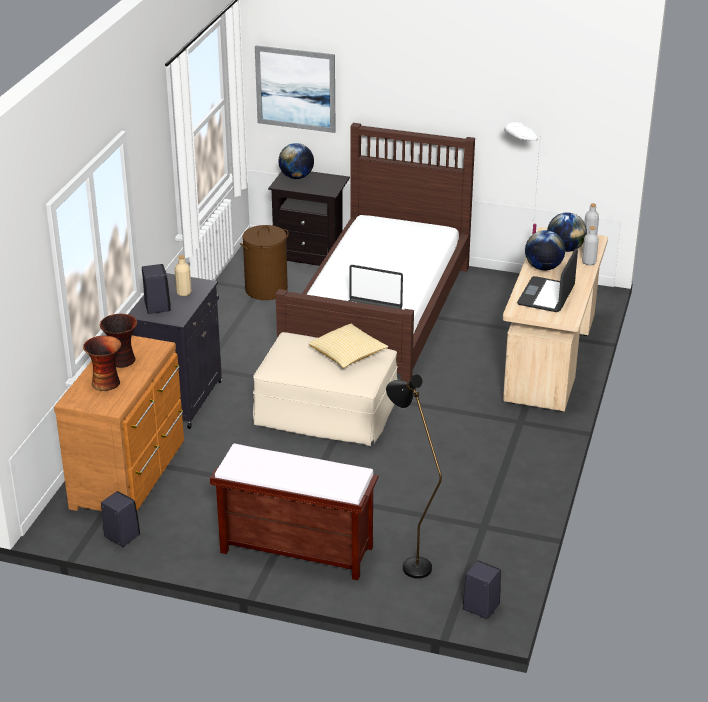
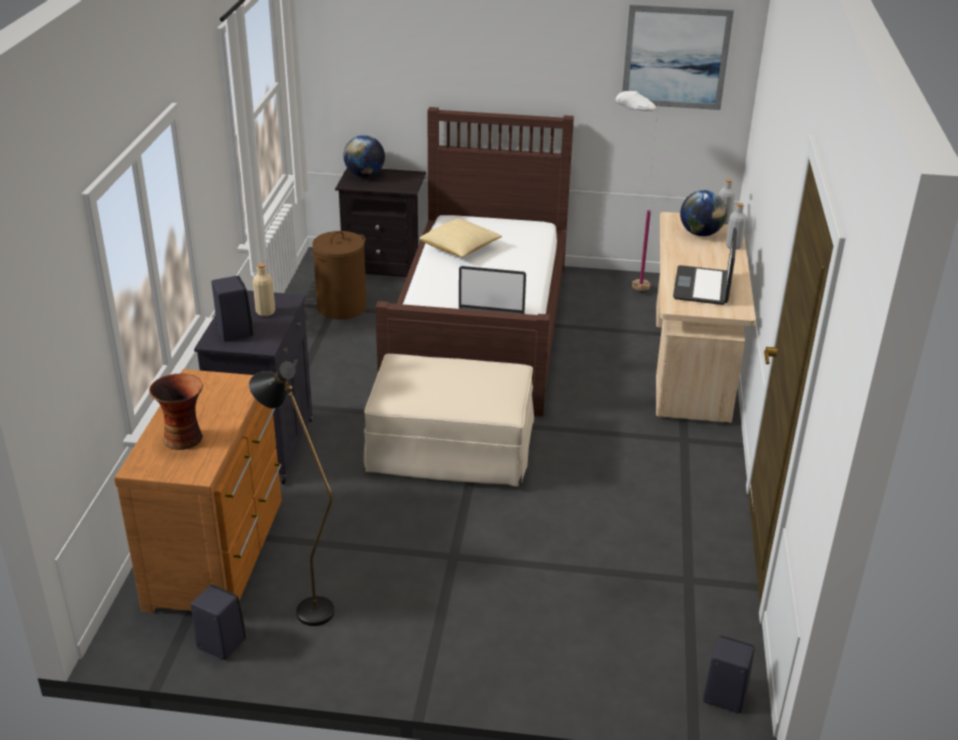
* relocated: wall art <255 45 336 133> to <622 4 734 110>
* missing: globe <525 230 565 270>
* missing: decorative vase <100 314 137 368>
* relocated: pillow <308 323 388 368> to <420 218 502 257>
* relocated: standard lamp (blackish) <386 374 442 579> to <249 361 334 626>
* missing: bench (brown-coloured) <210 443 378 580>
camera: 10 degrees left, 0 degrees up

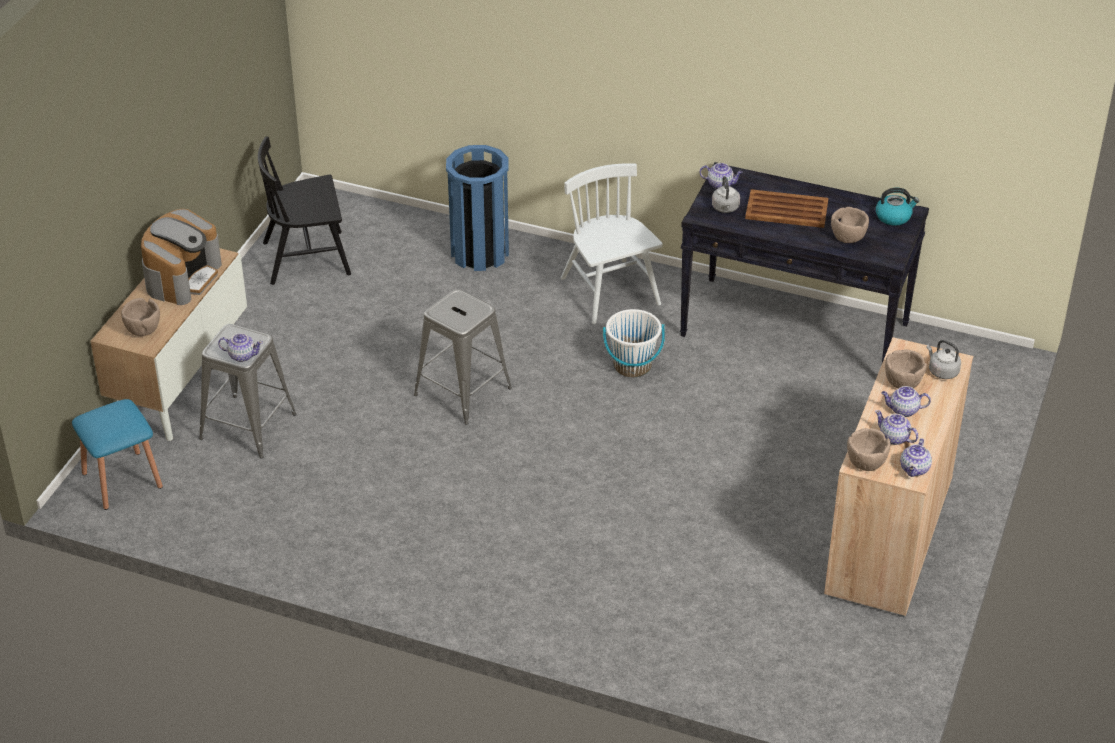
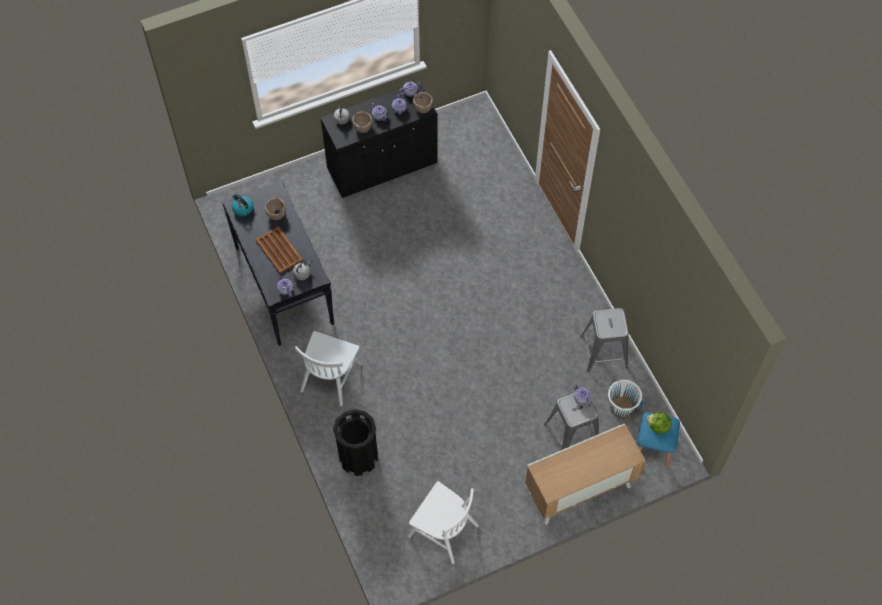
* colour: chair (blackish) <258 137 351 285> to chair (white) <408 481 479 564>
* colour: trash can (blue-coloured) <446 145 509 271> to trash can (blackish) <333 409 378 476>
* missing: coffee maker <141 209 222 305>
* relocated: stool seat (greyish) <414 289 512 425> to <580 308 629 372>
* missing: serving bowl (brown-coloured) <121 298 160 336>
* relocated: water bucket (white) <603 309 665 377> to <608 380 643 418>
* colour: storage cabinet (beige) <824 337 973 617> to storage cabinet (blackish) <321 83 437 198>
* appeared: lettuce head <647 413 672 434>
camera: 135 degrees left, 20 degrees up

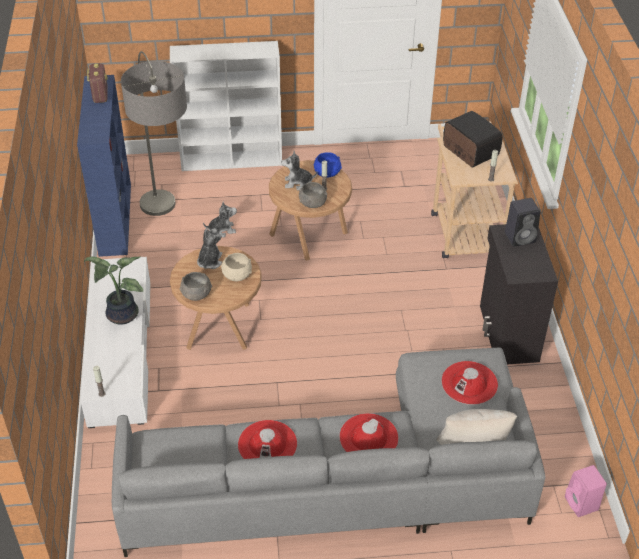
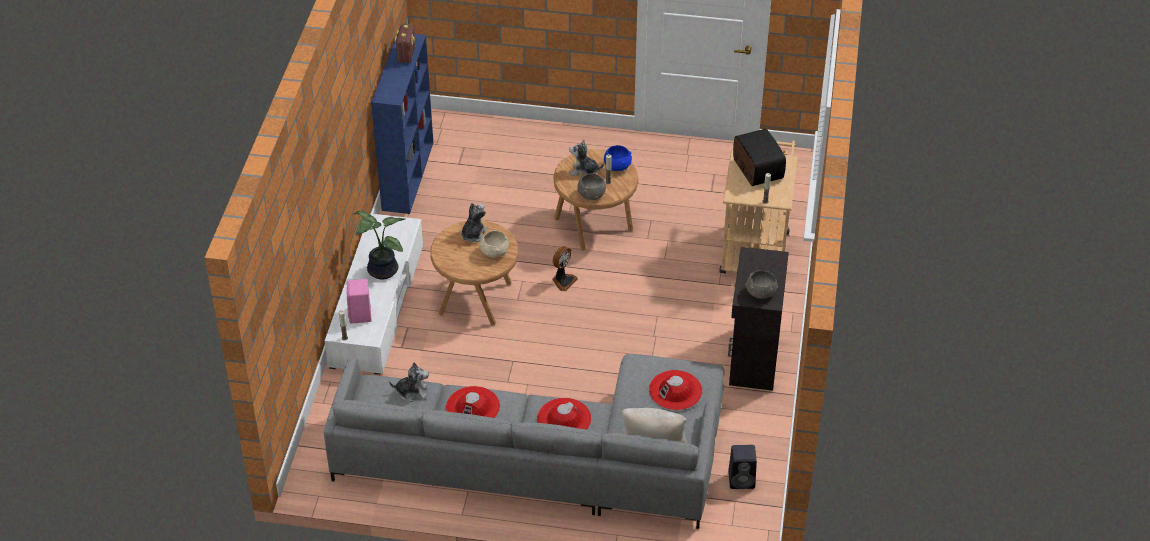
* missing: bookshelf (white) <170 41 282 171>
* missing: standard lamp <121 51 187 216>
* relocated: loudspeaker (blackish) <505 198 540 247> to <728 445 757 489>
* relocated: plush toy <203 201 237 237> to <389 362 429 402>
* relocated: serving bowl (greyish) <179 272 212 301> to <745 270 778 299>
* relocated: loudspeaker (pinkish) <565 465 607 517> to <346 279 371 324>
* appeared: electric fan <552 246 578 291>
camera: 15 degrees right, 0 degrees up

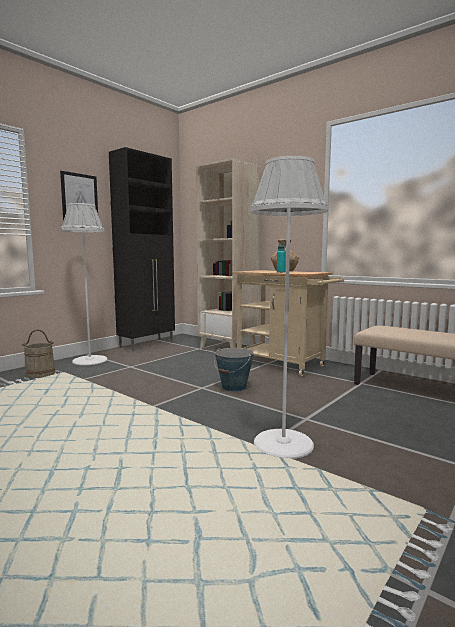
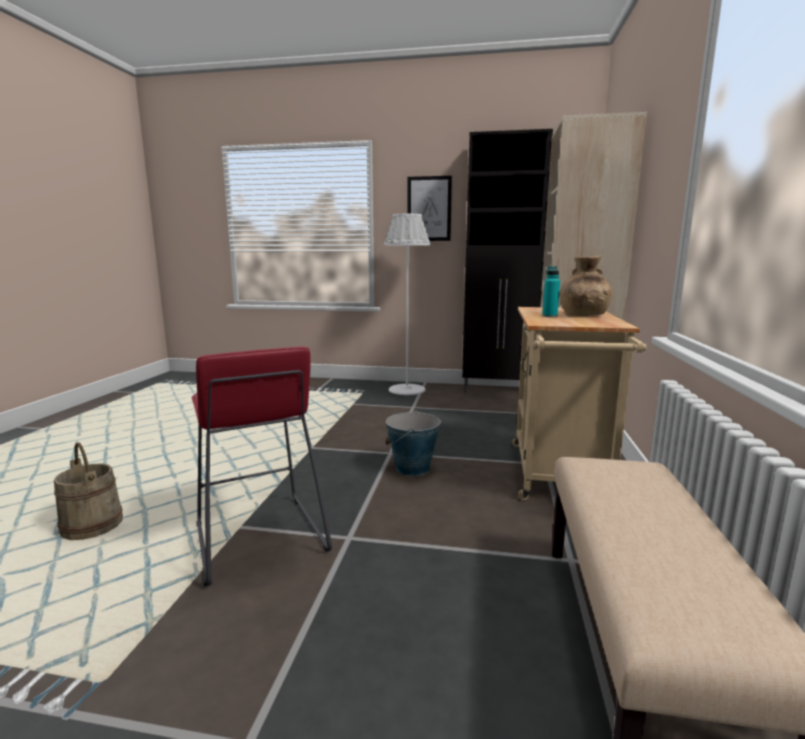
* exchanged: standard lamp (white) <250 156 328 459> to stool seat (reddish) <192 346 332 586>
* relocated: water bucket (beige) <22 329 55 378> to <54 443 123 540>
camera: 60 degrees right, 5 degrees up

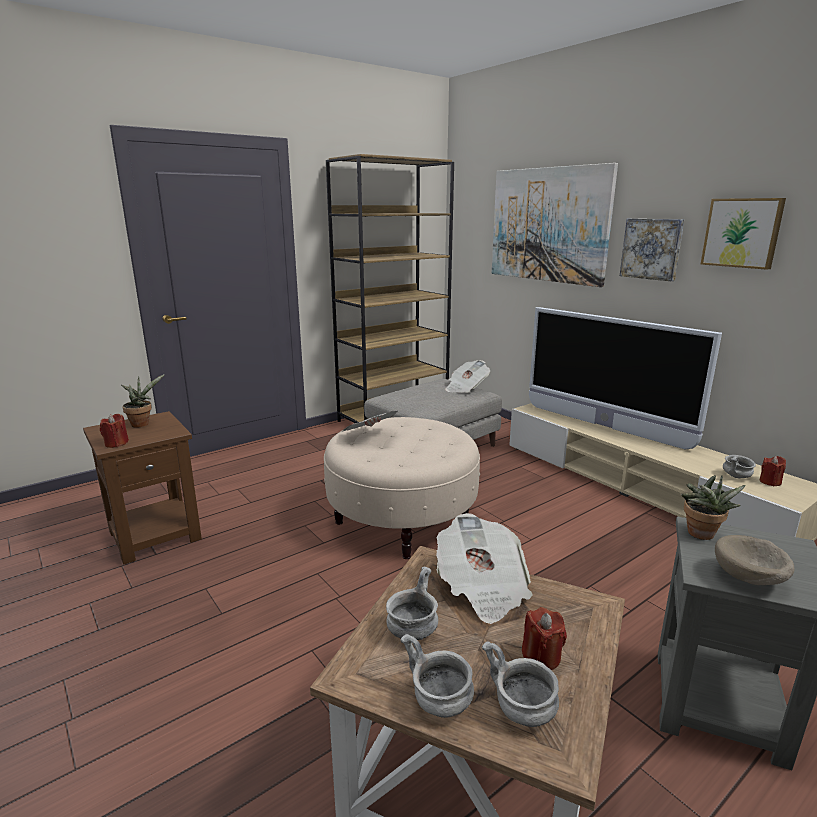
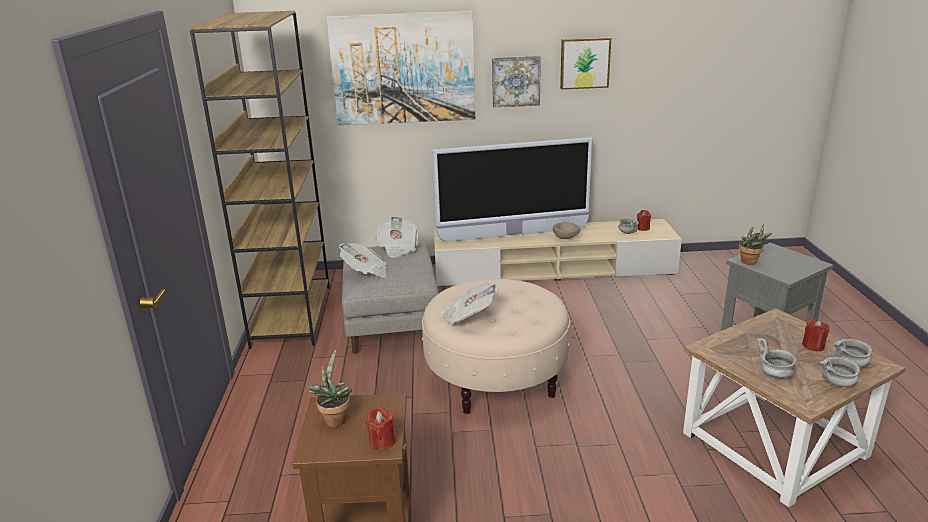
* relocated: daily paper <436 513 533 624> to <339 243 387 277>
* relocated: serving bowl (beige) <715 535 794 585> to <553 222 581 239>
camera: 55 degrees left, 5 degrees up

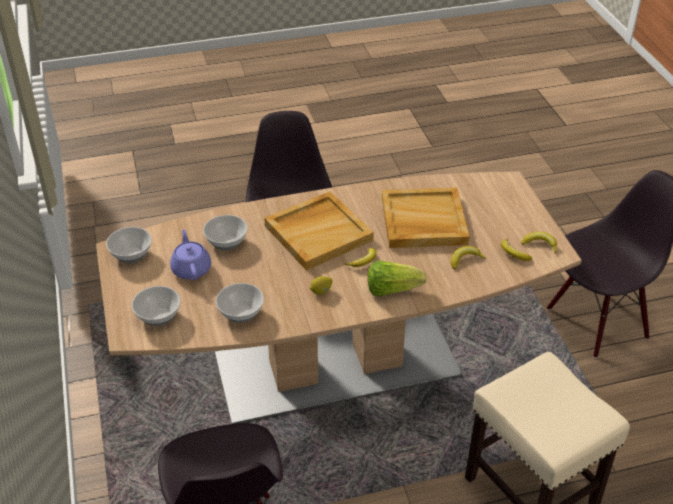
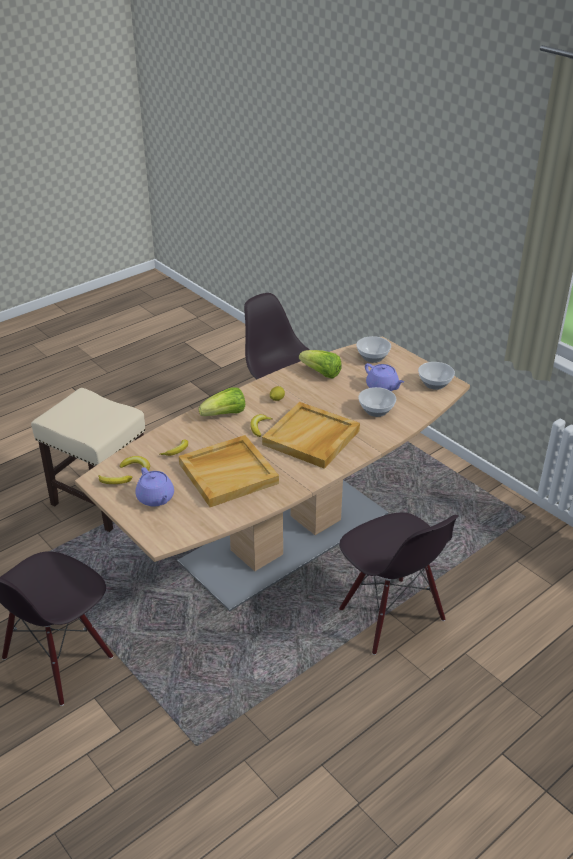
* exchanged: serving bowl <216 283 264 323> to lettuce head <299 350 342 379>
* appeared: tea pot (purple-coloured) <135 467 174 507>
camera: 155 degrees right, 5 degrees down

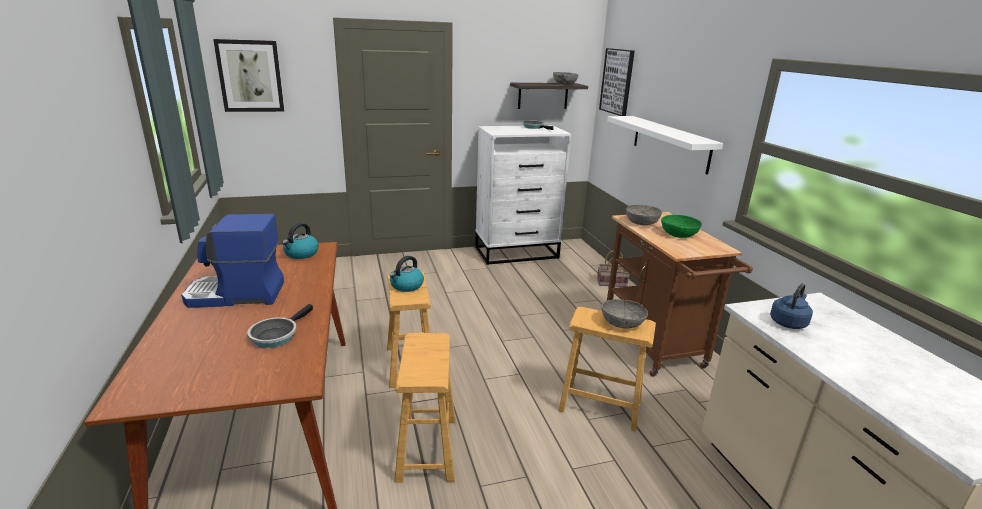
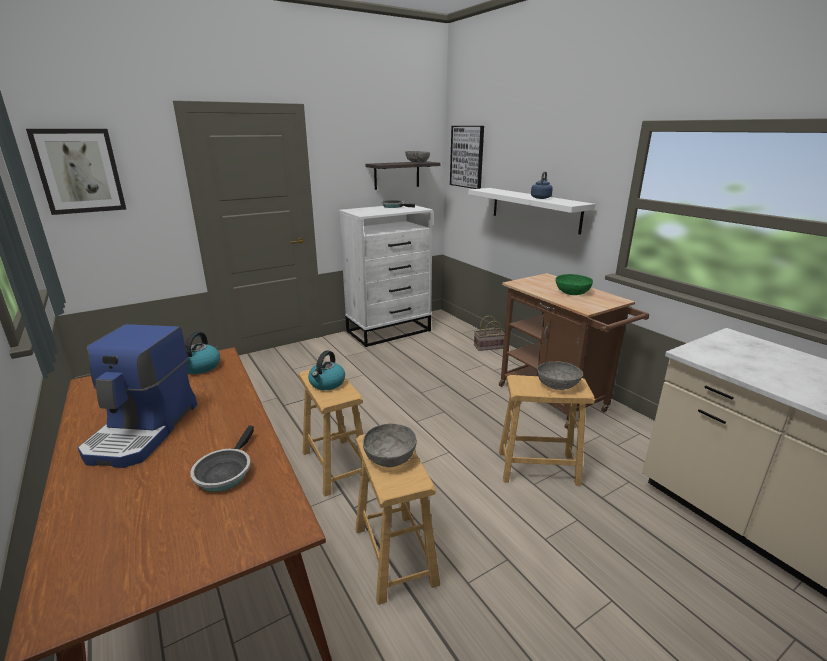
* relocated: serving bowl (greyish) <626 205 662 225> to <363 423 417 467>
* spun: coffee maker <181 214 284 308> = <78 324 197 468> 60 degrees counterclockwise
* relocated: tea kettle (blue-coloured) <770 283 813 329> to <531 171 553 199>
camera: 15 degrees left, 0 degrees up

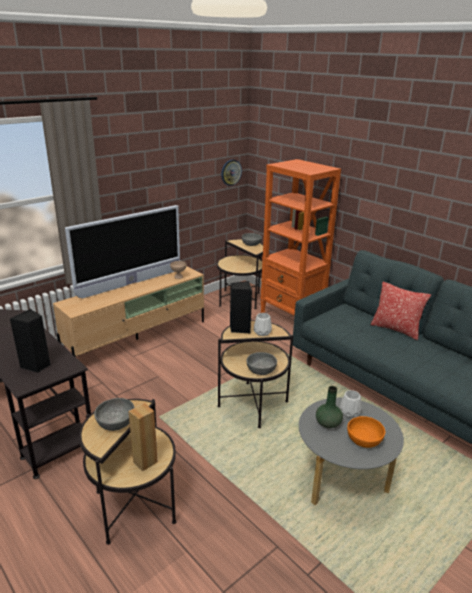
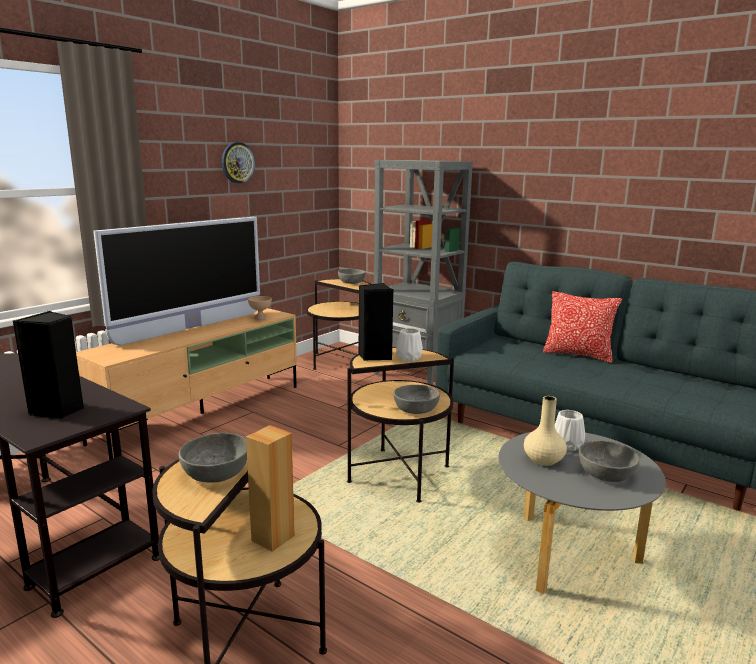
* relocated: clock on the wall <221 159 242 186> to <222 142 255 184>
* colour: bookshelf (orange) <260 159 341 316> to bookshelf (greyish) <374 160 473 385>
* colour: decorative vase (green-coloured) <316 386 343 428> to decorative vase (beige) <524 396 567 466>
* colour: serving bowl (orange) <347 416 385 448> to serving bowl (greyish) <579 440 640 482>
camera: 10 degrees left, 10 degrees down

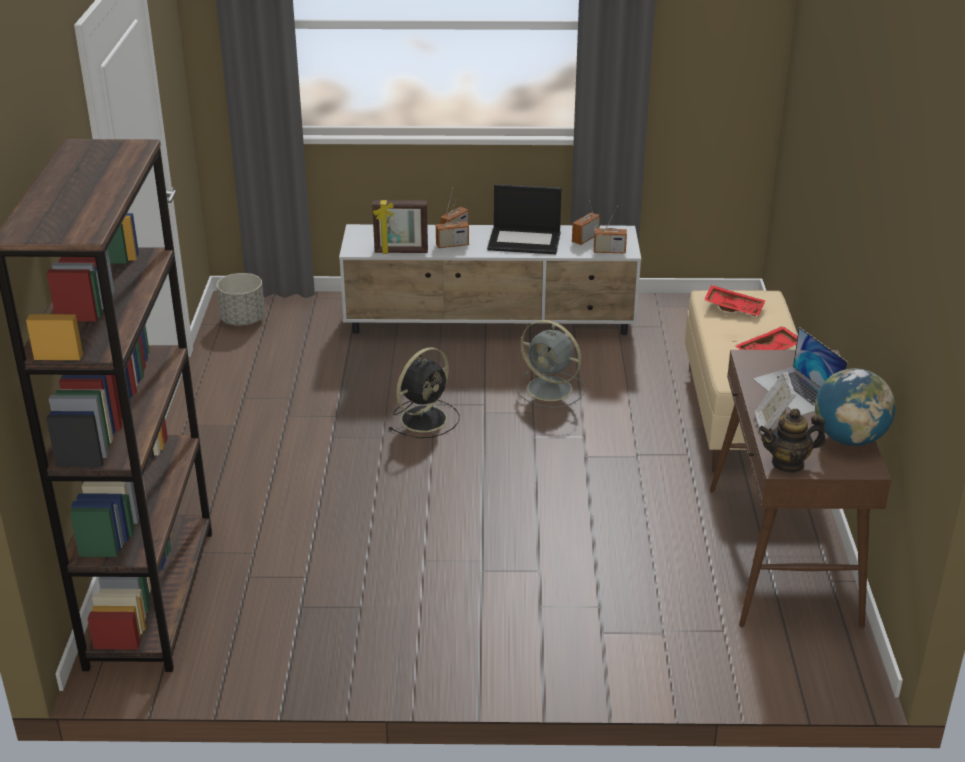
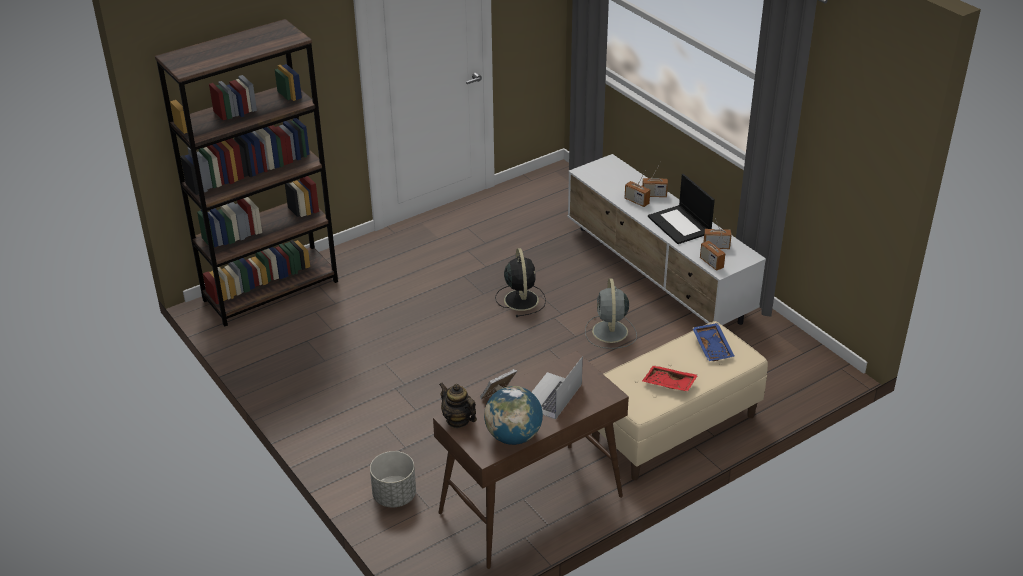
* missing: standing frame <372 200 428 254>
* relocated: plant pot (greyish) <216 273 265 326> to <370 451 416 507>
* colour: tray (reddish) <704 285 765 316> to tray (blue-coloured) <692 323 734 361>
* spun: electric fan (blackish) <389 347 460 438> = <495 248 546 317> 105 degrees counterclockwise
camera: 55 degrees right, 5 degrees up

